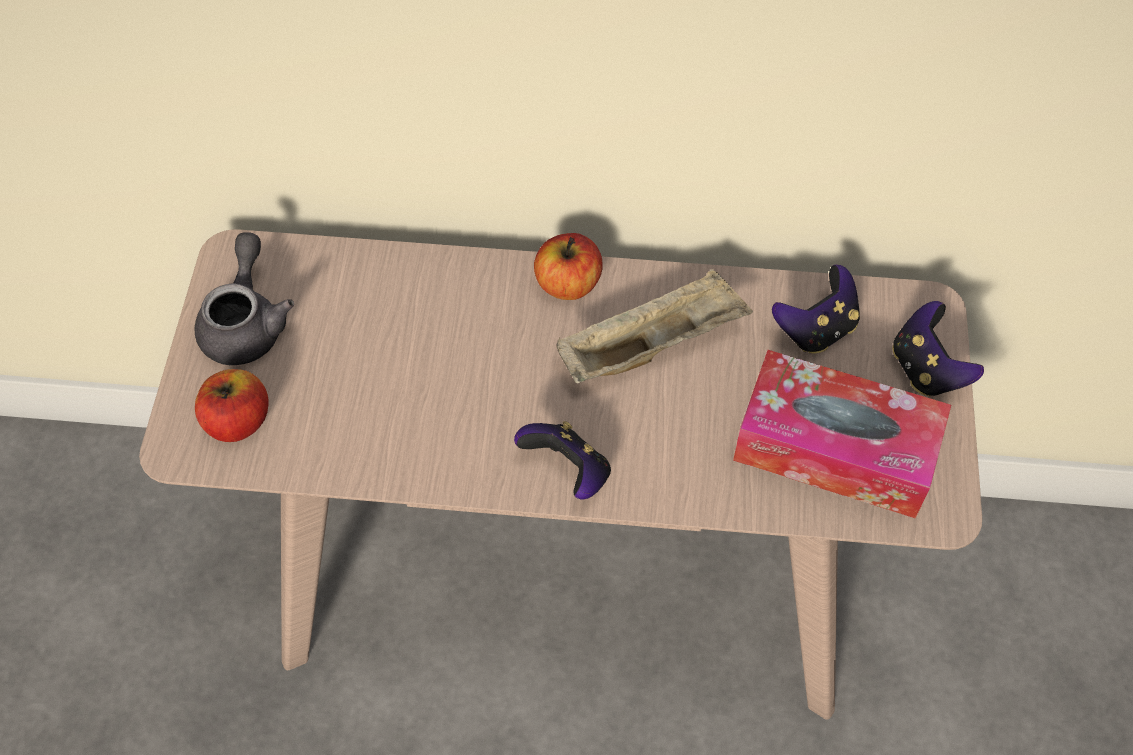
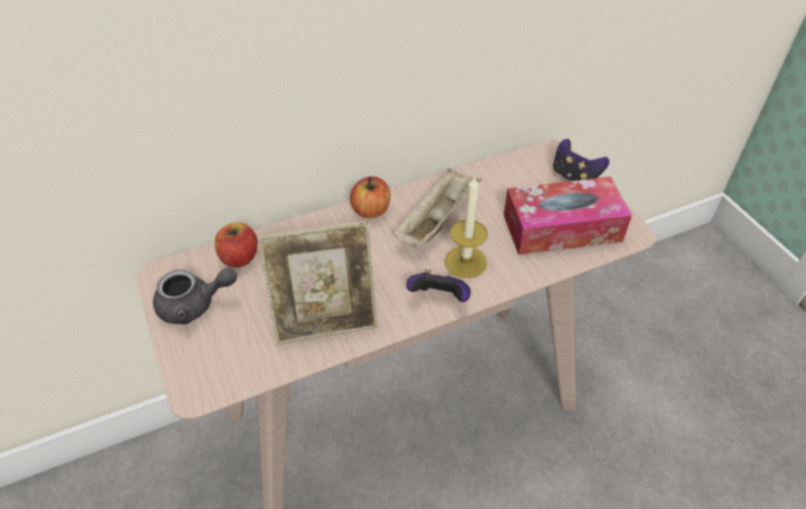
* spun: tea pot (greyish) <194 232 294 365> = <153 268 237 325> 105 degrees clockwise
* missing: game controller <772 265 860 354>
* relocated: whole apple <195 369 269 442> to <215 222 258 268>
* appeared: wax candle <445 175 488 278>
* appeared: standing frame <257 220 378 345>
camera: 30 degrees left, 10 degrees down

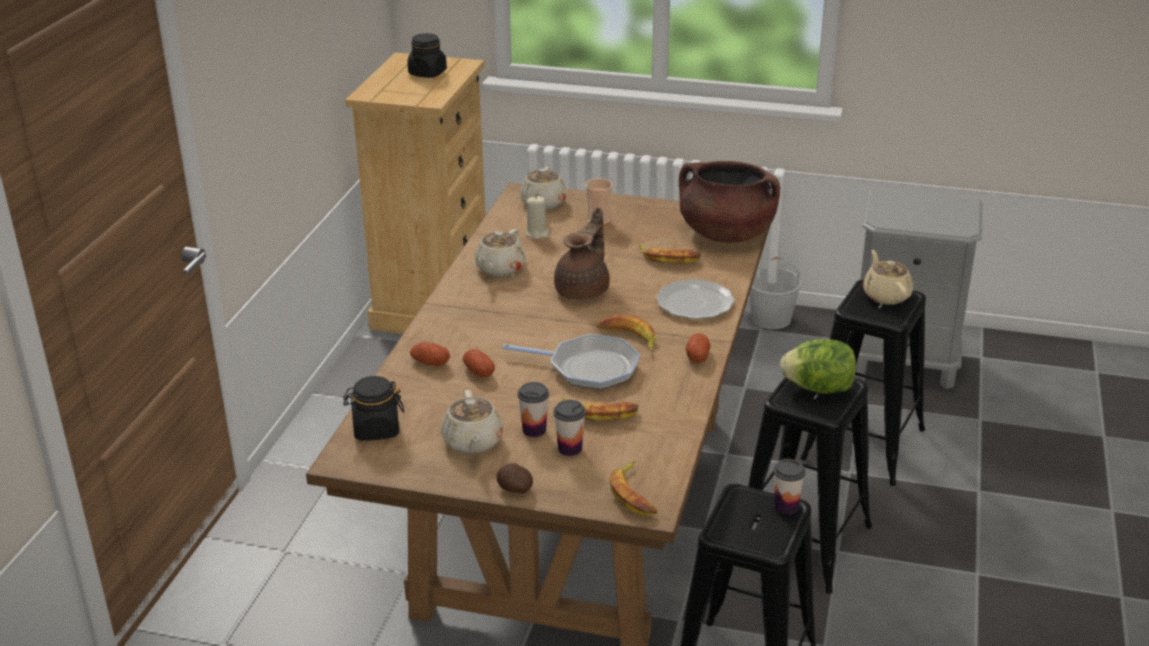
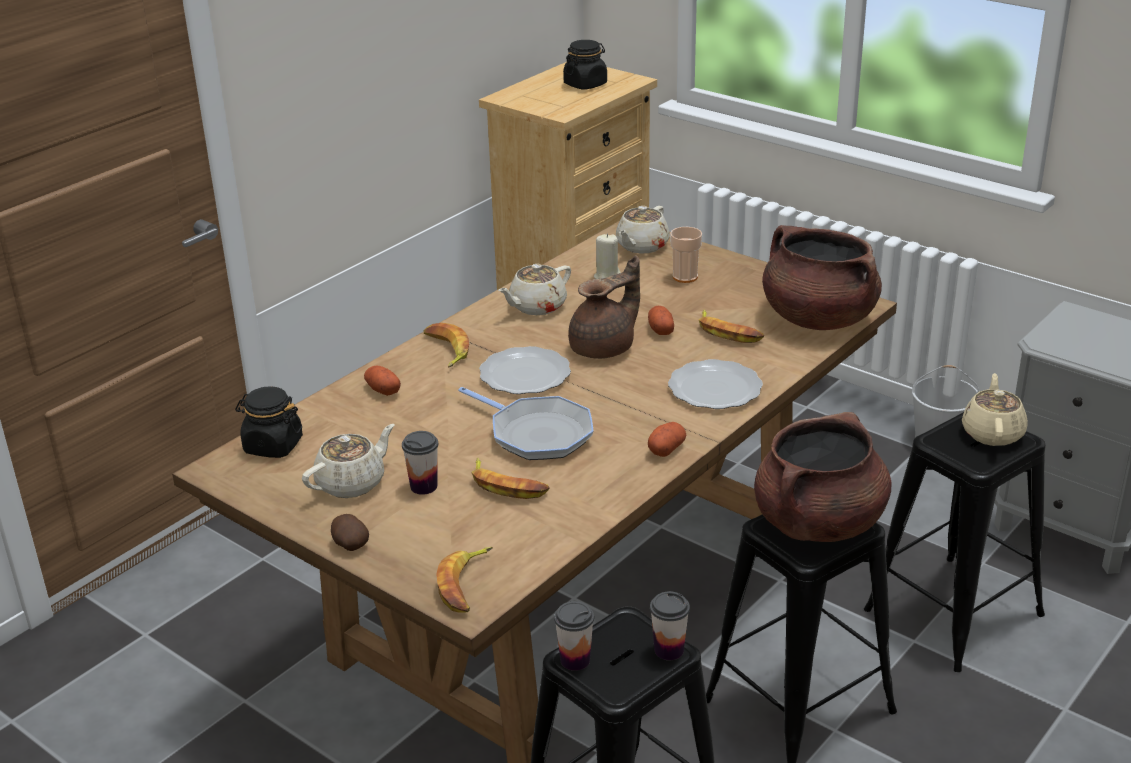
* relocated: banana <597 314 656 352> to <423 323 469 367>
* exchanged: lettuce head <780 339 856 394> to saucepot (brown-coloured) <754 412 891 542>
* relocated: whole potato <463 349 495 377> to <648 306 674 335>
* spun: tea pot (beige) <441 390 503 454> = <302 424 394 498> 150 degrees counterclockwise
* relocated: drinking cup <554 400 586 456> to <554 601 594 671>
* appeared: plate <479 346 571 394>
camera: 25 degrees right, 0 degrees up

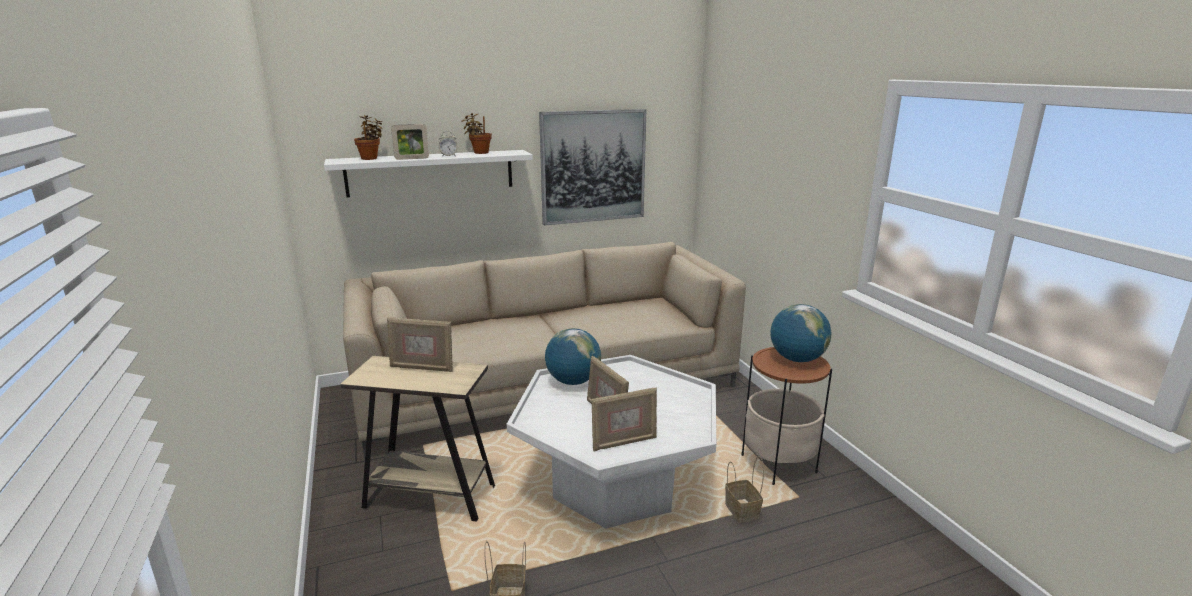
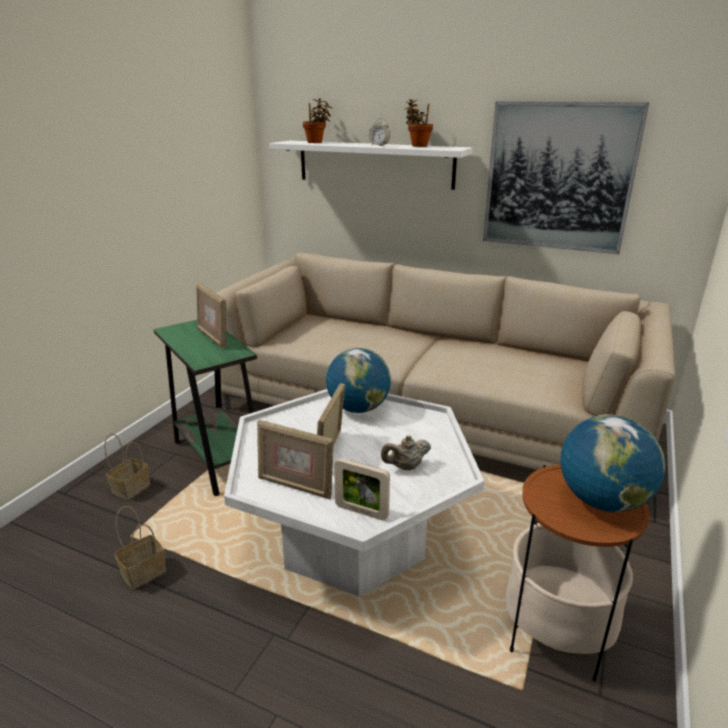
* relocated: standing frame <391 124 429 160> to <334 458 390 520>
* colour: end table (beige) <340 356 495 522> to end table (green-coloured) <154 320 257 496>
* relocated: storage basket <725 456 764 523> to <104 434 150 500>
* appeared: tea pot (beige) <381 435 431 470>
camera: 45 degrees right, 5 degrees up

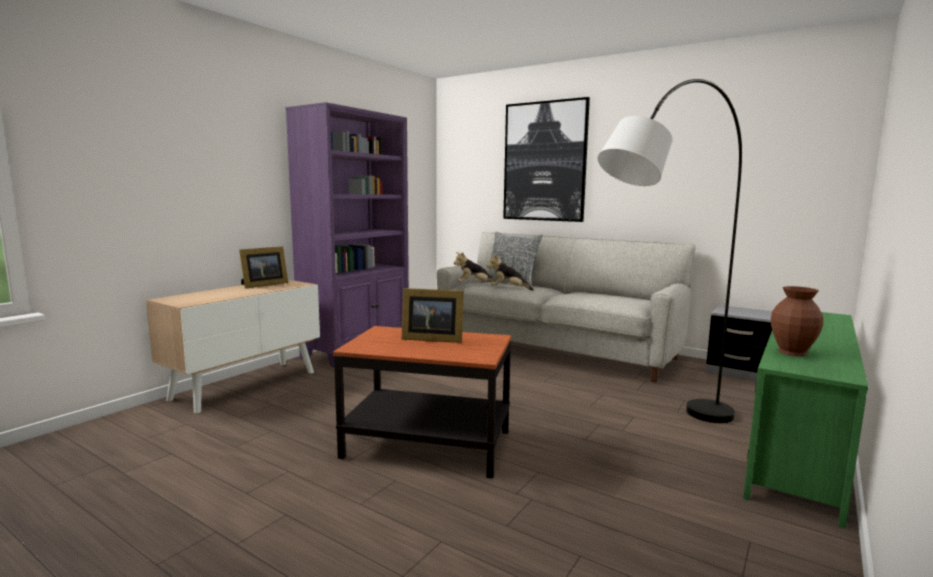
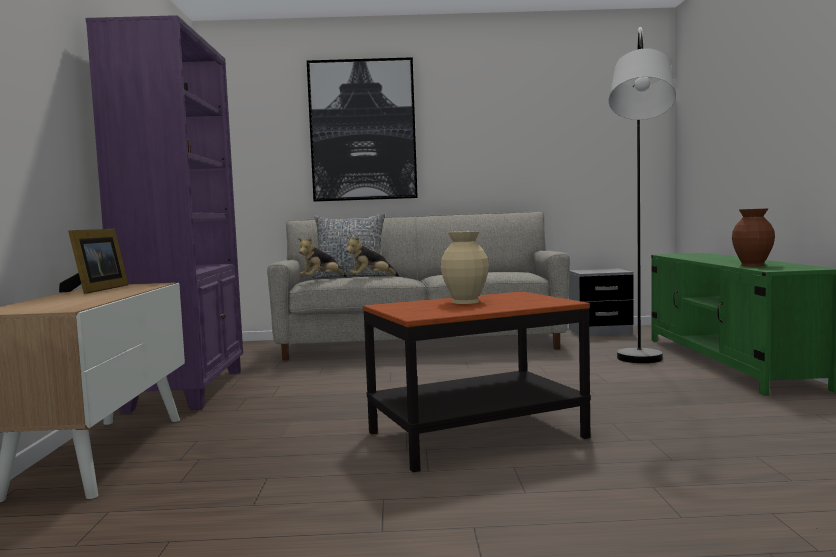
* exchanged: standing frame <401 288 464 343> to decorative vase (beige) <441 231 489 304>
camera: 35 degrees left, 5 degrees down

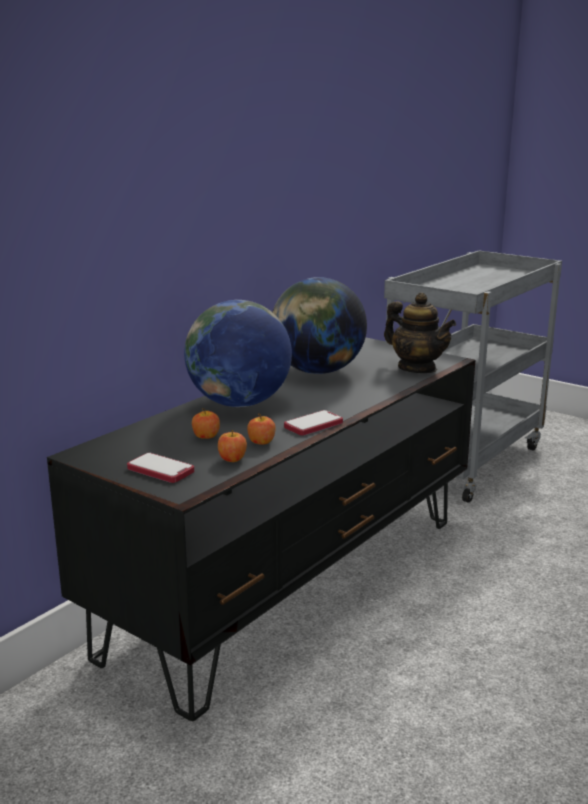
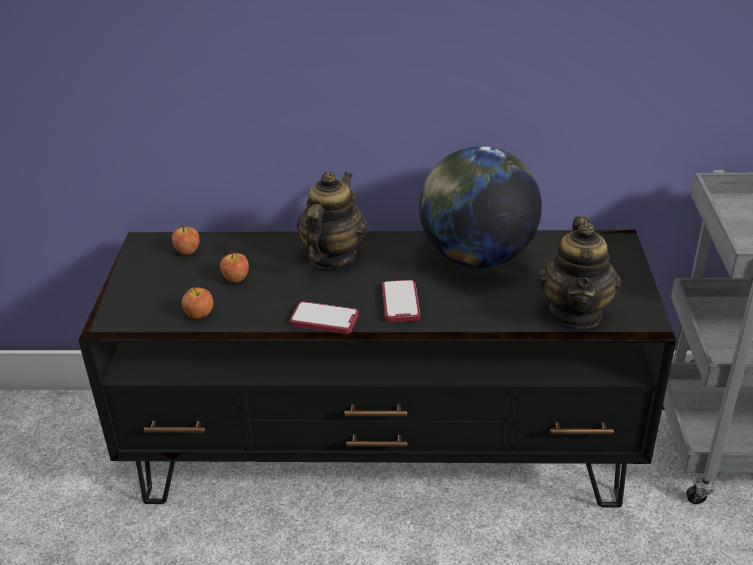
* exchanged: globe <184 300 292 407> to tea pot <297 171 367 269>
* relocated: whole apple <247 413 276 445> to <172 224 200 255>
* relocated: phone <127 453 194 483> to <382 280 420 322>
camera: 55 degrees right, 15 degrees up

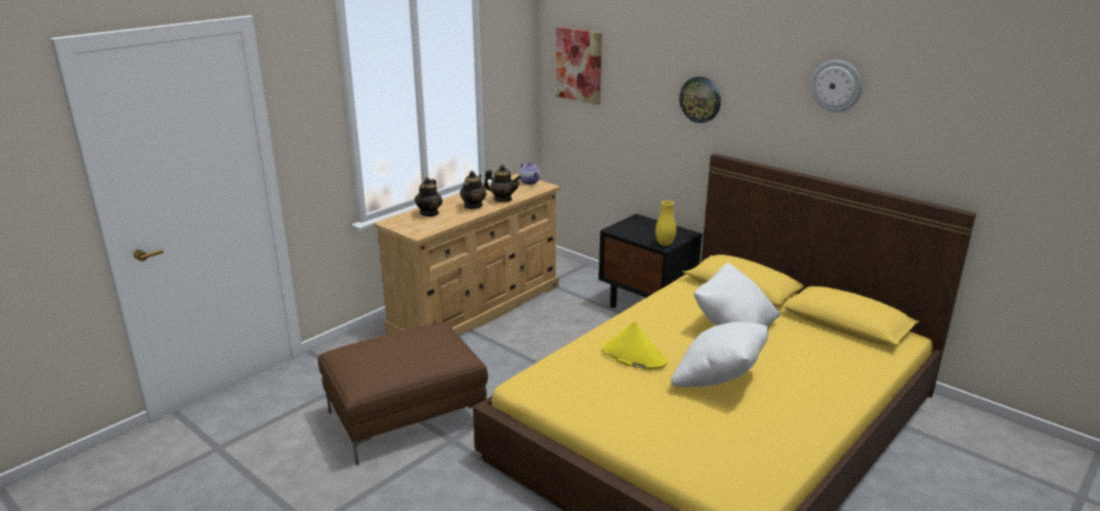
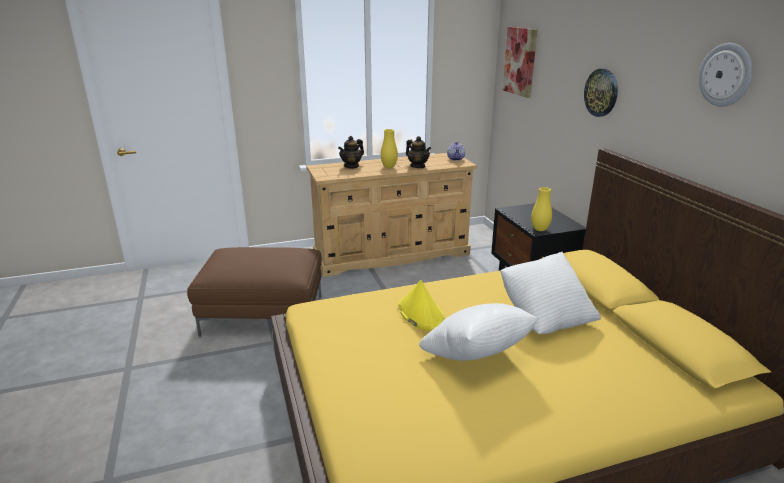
* exchanged: tea pot <460 171 486 209> to decorative vase (yellow-coloured) <381 129 398 168>
camera: 30 degrees right, 0 degrees up

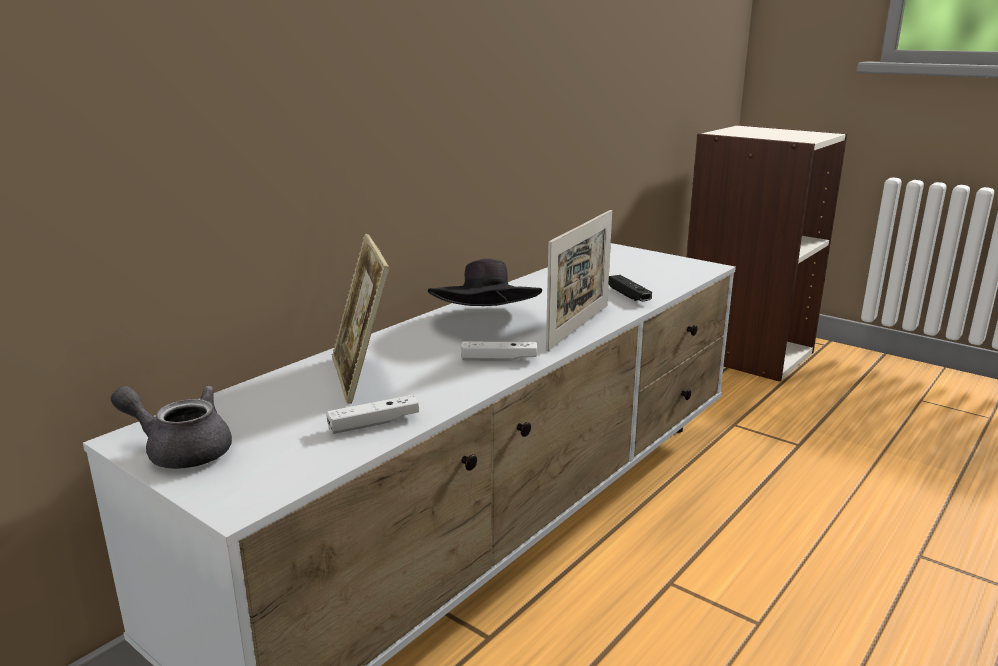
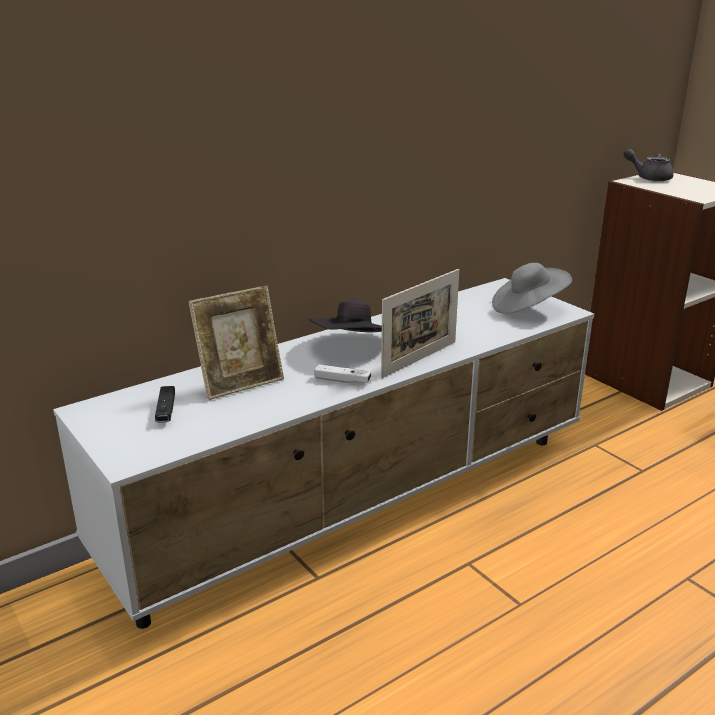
* spun: standing frame <332 234 390 404> = <188 286 284 400> 120 degrees counterclockwise
* relocated: game controller (blackish) <609 275 652 301> to <155 386 175 423>
* relocated: tea pot (greyish) <111 386 232 469> to <623 149 674 182>
* missing: game controller (white) <326 395 419 434>
* appeared: hat (greyish) <492 263 572 314>
camera: 15 degrees right, 5 degrees up

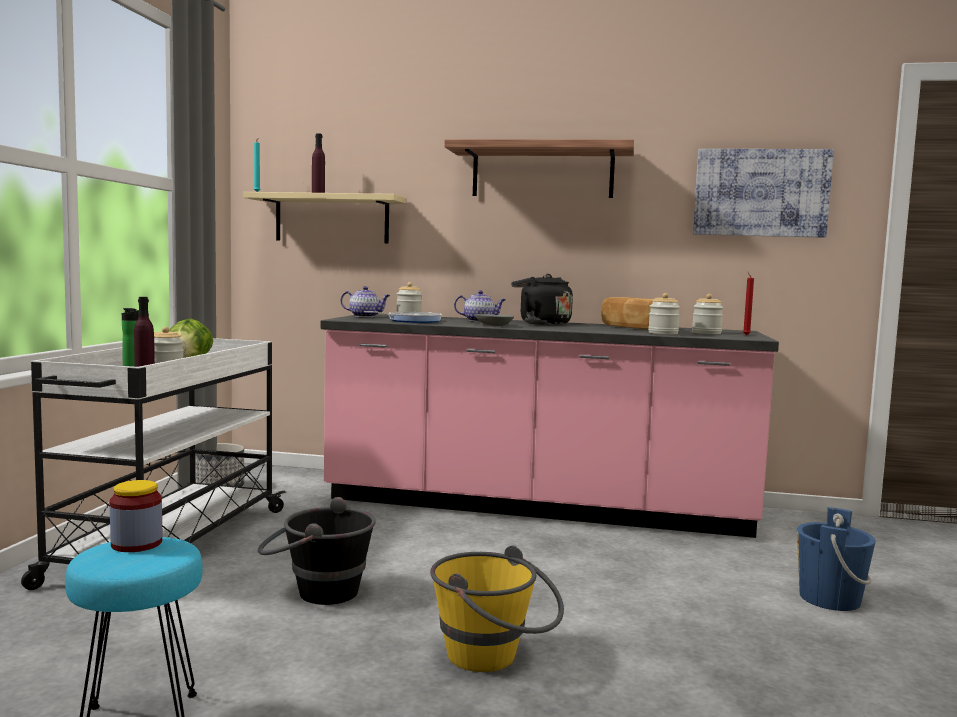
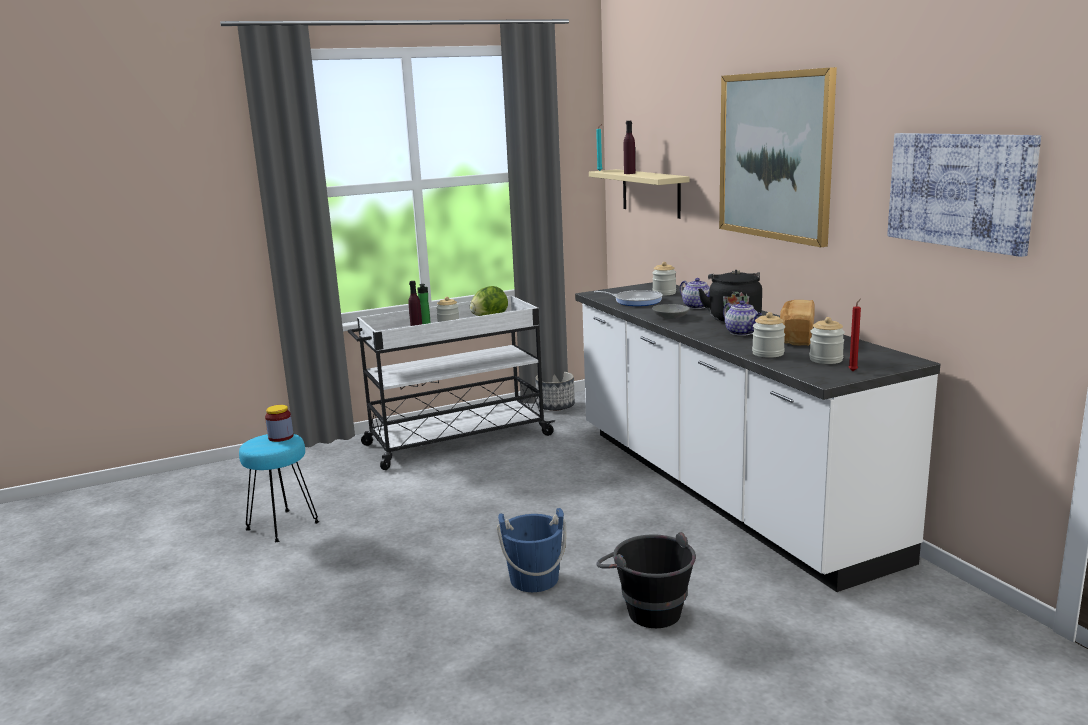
* exchanged: wall shelf <444 139 634 198> to wall art <719 67 837 247>
* relocated: tea pot <341 286 390 317> to <723 300 762 336>
* colour: counter (pinkish) <321 314 779 538> to counter (white) <575 282 940 592>
* relocated: water bucket (blackish) <258 497 376 605> to <596 532 696 628>
* relocated: water bucket (blue-coloured) <797 507 876 611> to <497 508 566 592>
* missing: water bucket (yellow-coloured) <430 546 564 672>
camera: 55 degrees right, 10 degrees up

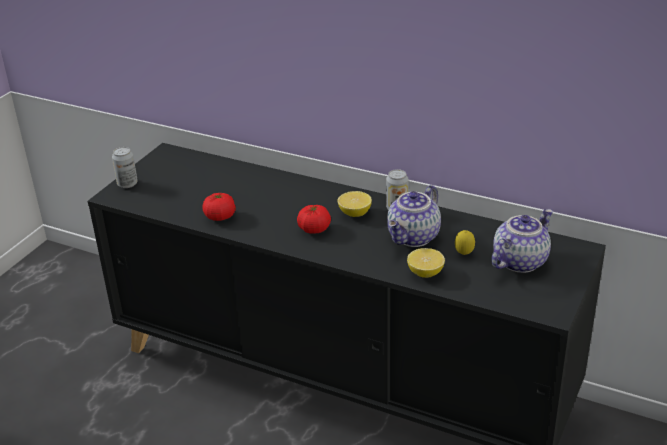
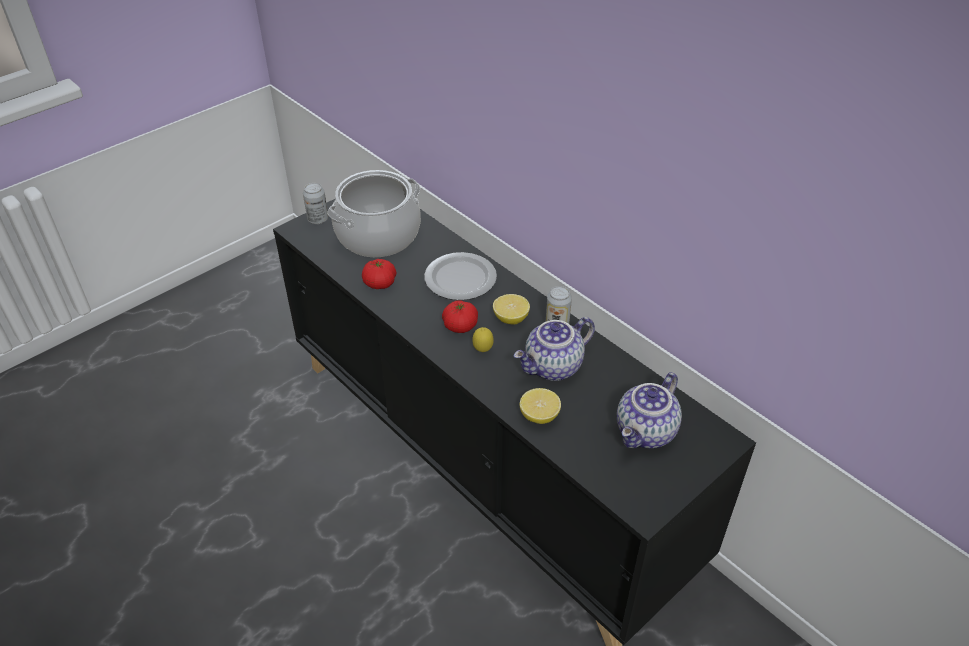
* spun: tea pot <491 209 553 273> = <617 372 682 448> 150 degrees clockwise
* relocated: lemon <455 230 475 255> to <472 327 494 352>
* appeared: saucepot <327 170 421 257>
* appeared: plate <424 252 497 300>
camera: 20 degrees right, 10 degrees up

